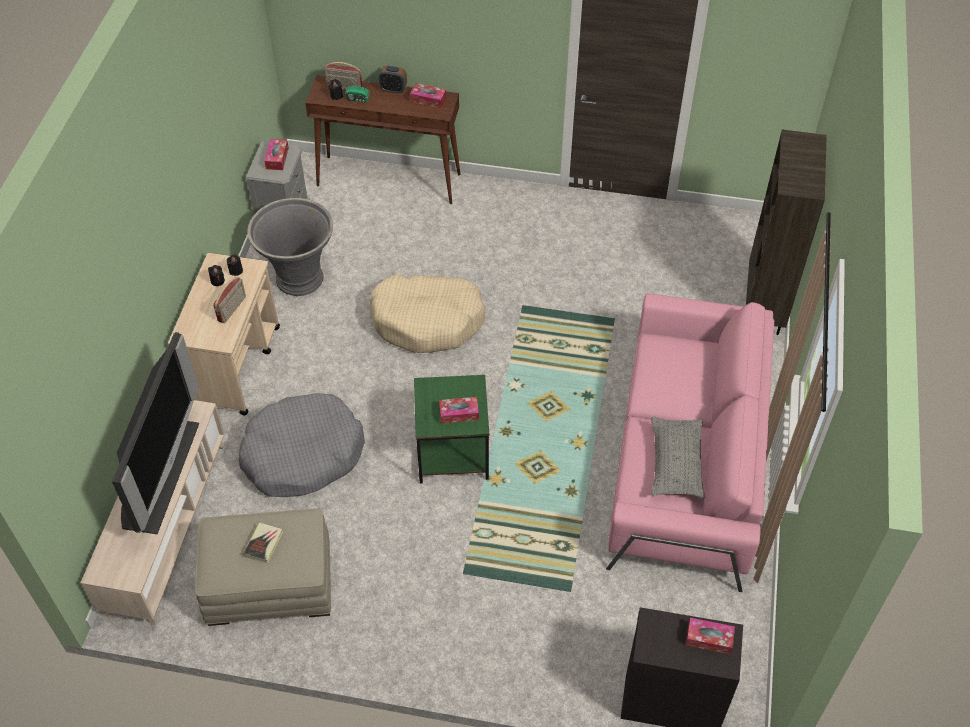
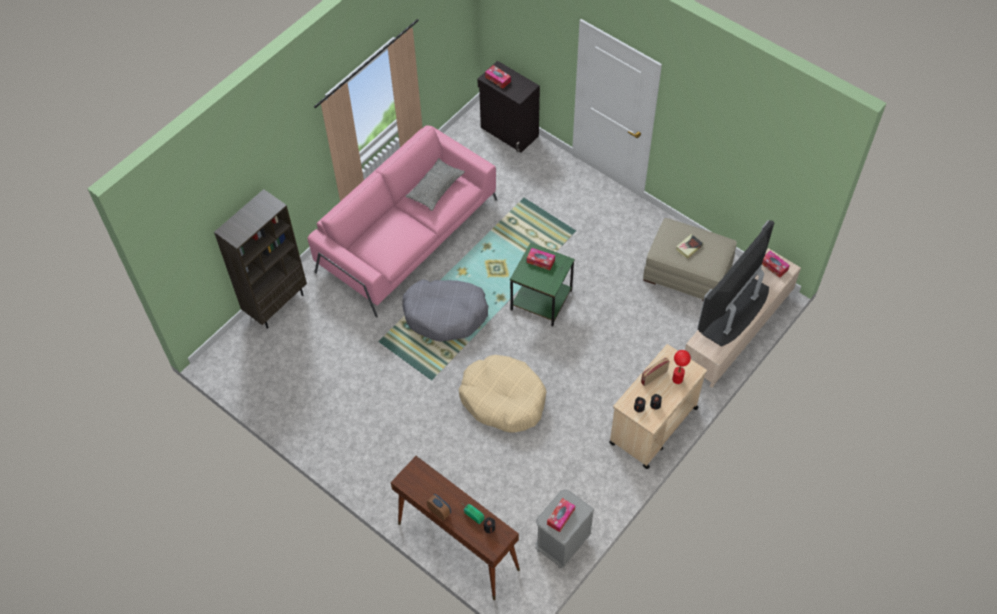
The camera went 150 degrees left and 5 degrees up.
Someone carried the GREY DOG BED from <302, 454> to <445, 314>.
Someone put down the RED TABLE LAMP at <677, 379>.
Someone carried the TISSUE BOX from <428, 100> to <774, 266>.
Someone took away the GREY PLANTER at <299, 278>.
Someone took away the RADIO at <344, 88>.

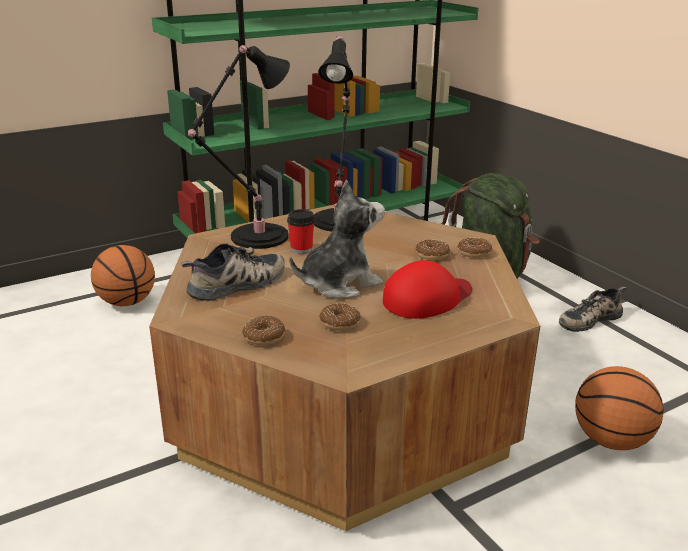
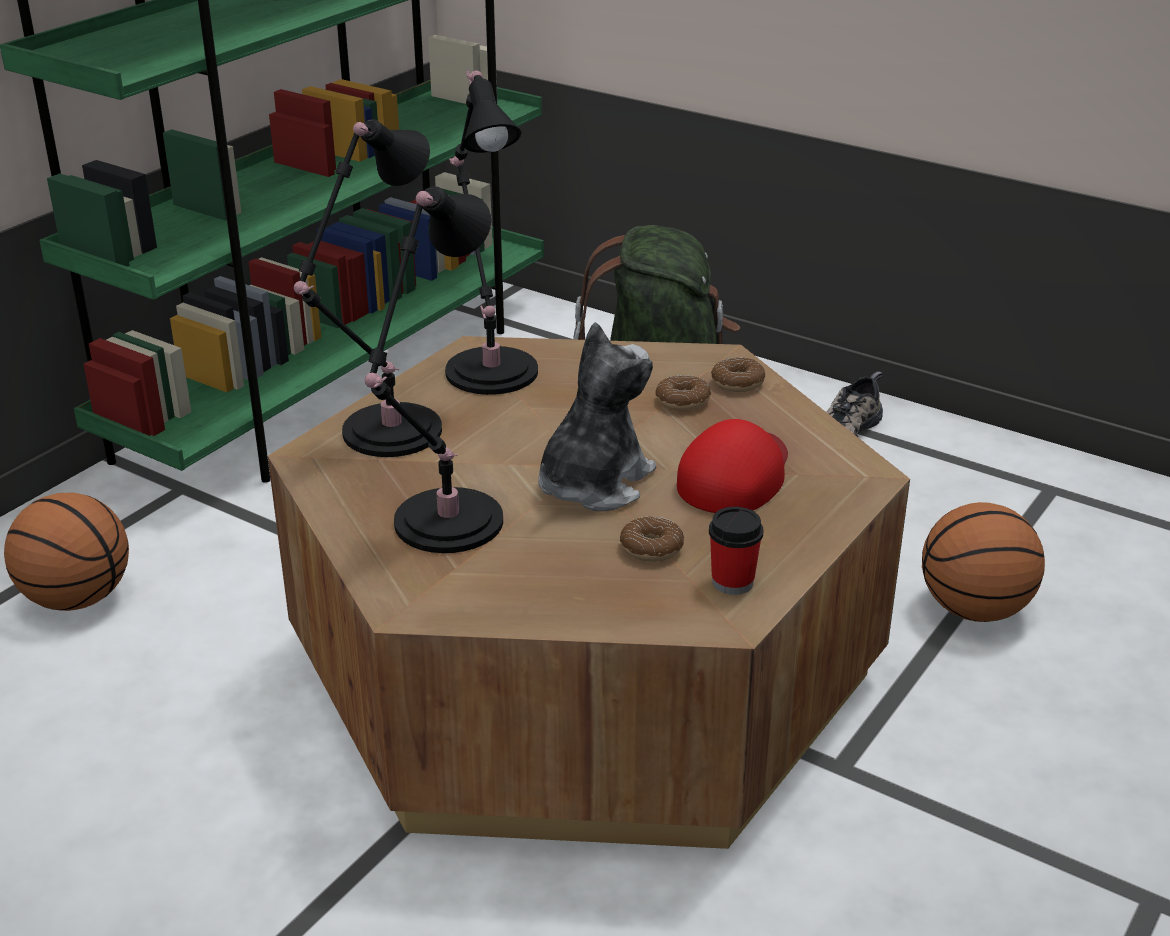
The camera went 25 degrees left and 5 degrees up.
Someone swapped the SHOE at <237, 285> for the BLACK TABLE LAMP at <443, 526>.
Someone carried the CUP from <301, 249> to <732, 582>.
Someone took away the DONUT at <264, 337>.

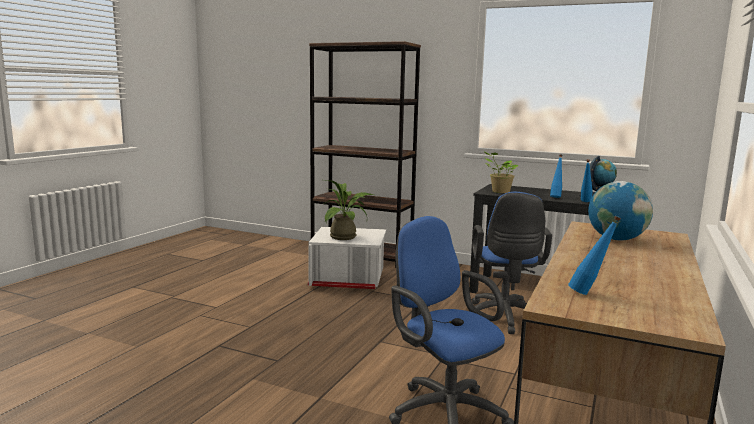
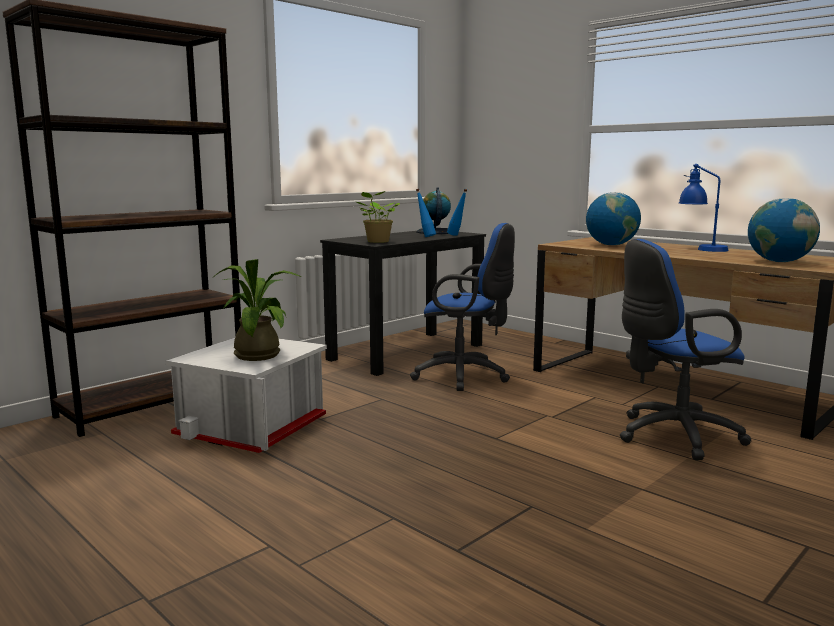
The camera went 70 degrees left and 0 degrees up.
Someone put down the BLUE TABLE LAMP at <700, 248>.
Someone swapped the BLUE BOTTLE at <589, 293> for the GLOBE at <779, 262>.

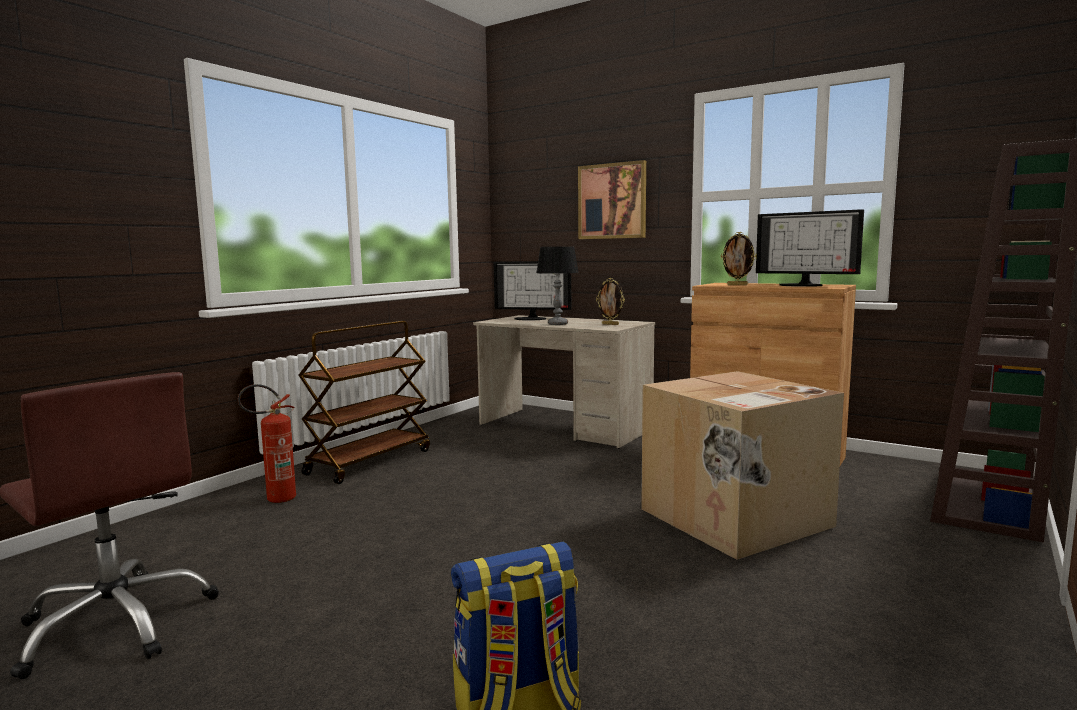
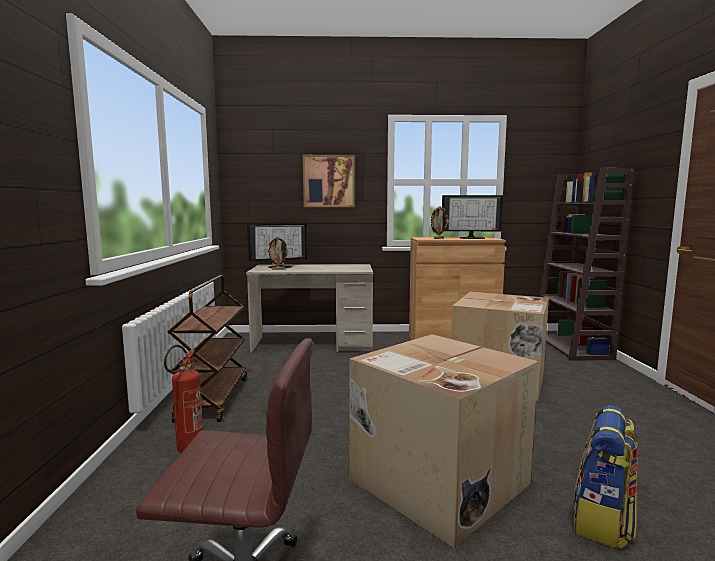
The camera went 35 degrees left and 0 degrees up.
Someone carried the PICTURE FRAME from <610, 324> to <278, 269>.
Someone put down the CARDBOARD BOX at <436, 481>.
Someone took away the TABLE LAMP at <558, 324>.

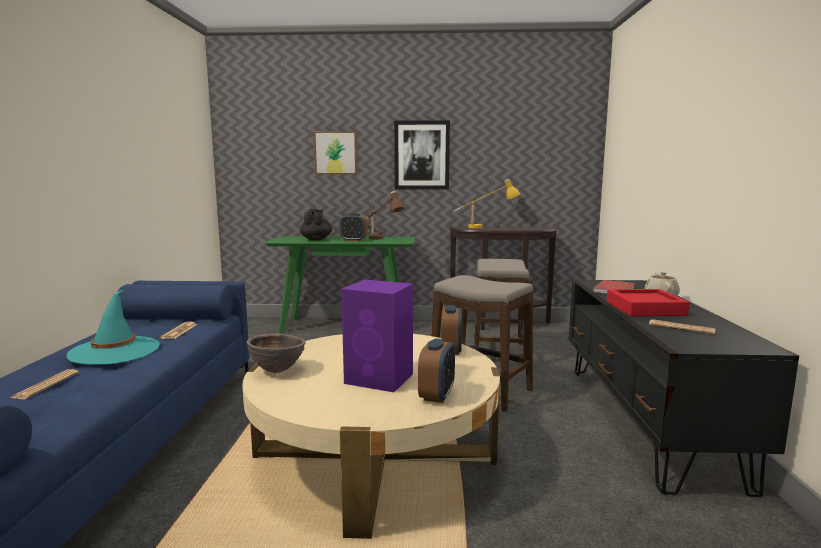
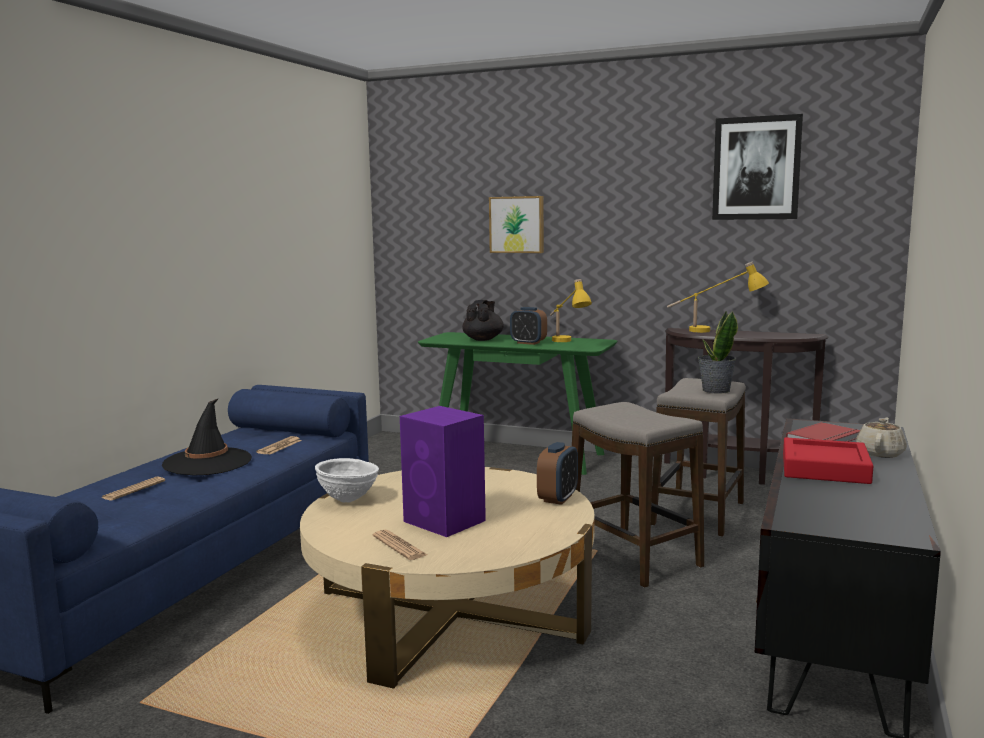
The camera went 20 degrees right and 0 degrees up.
Someone repainted the TURQUOISE HAT at <115, 351>, which became the BLACK HAT at <207, 462>.
Someone repainted the BROWN BOWL at <277, 371>, which became the WHITE BOWL at <348, 500>.
Someone carried the NEWSPAPER from <681, 328> to <399, 546>.
Someone repainted the BROWN TABLE LAMP at <382, 239>, which became the YELLOW TABLE LAMP at <567, 343>.
Someone put down the POTTED PLANT at <715, 390>.
Someone carried the PICTURE from <422, 155> to <756, 168>.
Someone took away the ALARM CLOCK at <437, 395>.

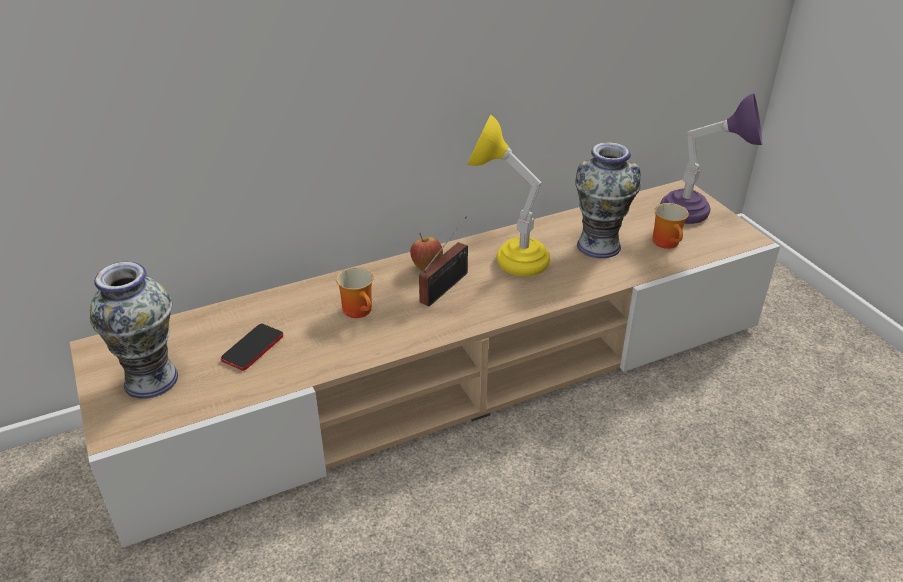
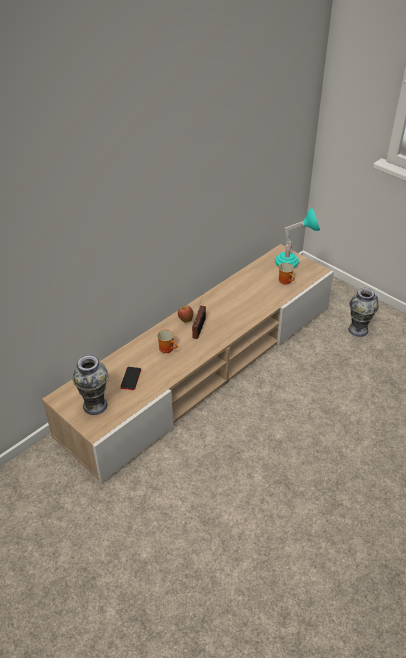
The camera went 20 degrees left and 5 degrees up.
Someone repainted the PURPLE TABLE LAMP at <698, 216>, which became the TURQUOISE TABLE LAMP at <294, 263>.
Someone carried the VASE from <599, 245> to <358, 329>.
Someone took away the YELLOW TABLE LAMP at <508, 257>.

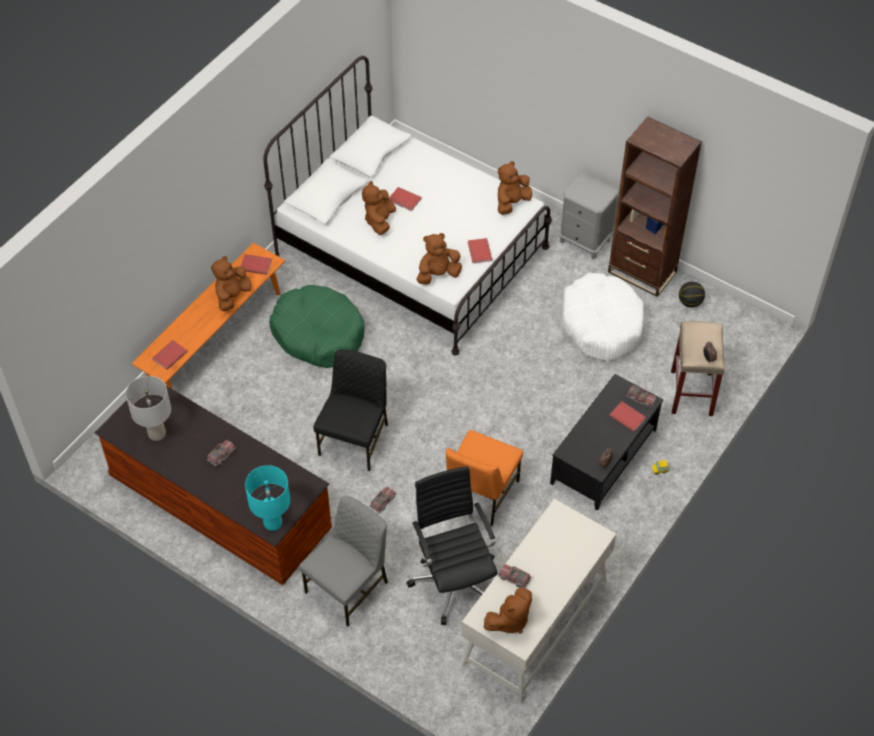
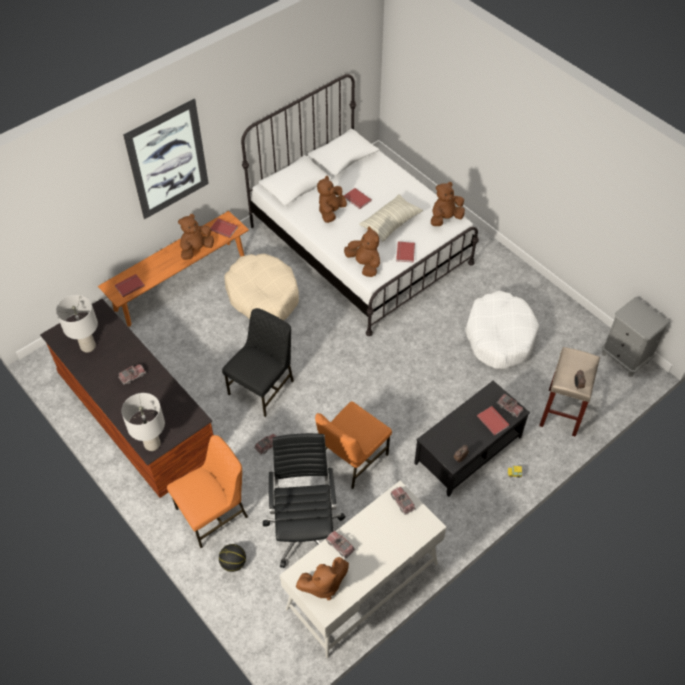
The camera went 15 degrees right and 0 degrees up.
Someone repainted the TURQUOISE TABLE LAMP at <272, 523>, which became the GREY TABLE LAMP at <152, 444>.
Someone put up the PICTURE at <168, 160>.
Someone repainted the GREY CHAIR at <348, 587>, which became the ORANGE CHAIR at <213, 513>.
Someone carried the BASKETBALL from <690, 302> to <233, 563>.
Someone repainted the GREEN DOG BED at <318, 334>, which became the BEIGE DOG BED at <263, 295>.
Someone rotated the BROWN PLUSH TOY at <438, 274> by 60 degrees clockwise.
Someone put down the PILLOW at <390, 223>.
Someone put down the TOY TRUCK at <402, 502>.
Someone carried the GREY NIGHTSTAND from <585, 240> to <625, 358>.
Someone took away the BROWN BOOKCASE at <642, 272>.

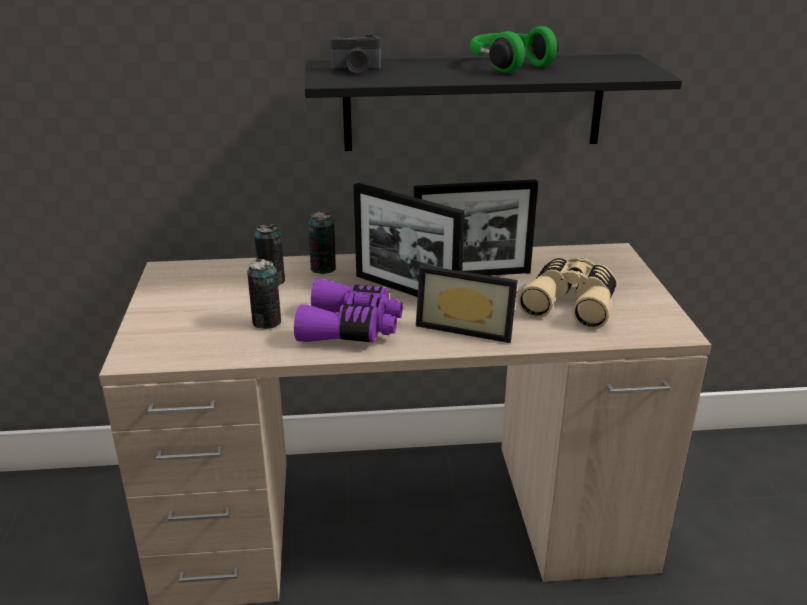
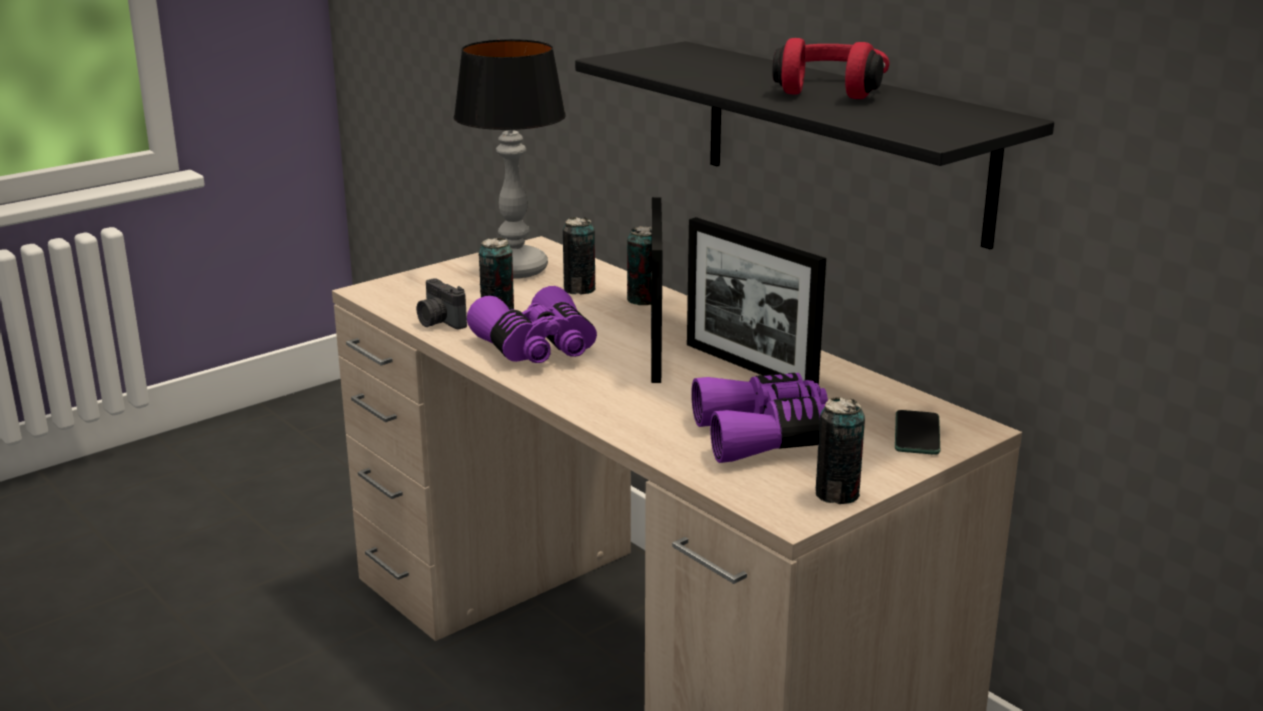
The camera went 55 degrees right and 5 degrees down.
Someone carried the PHOTO CAMERA from <356, 70> to <439, 322>.
Someone put down the TABLE LAMP at <514, 270>.
Someone repainted the BEIGE BINOCULARS at <571, 303>, which became the PURPLE BINOCULARS at <766, 436>.
Someone repainted the GREEN HEADPHONES at <508, 65>, which became the RED HEADPHONES at <831, 89>.
Someone put down the CAN at <837, 494>.
Someone put down the PHONE at <917, 434>.
Someone took away the PICTURE FRAME at <466, 326>.

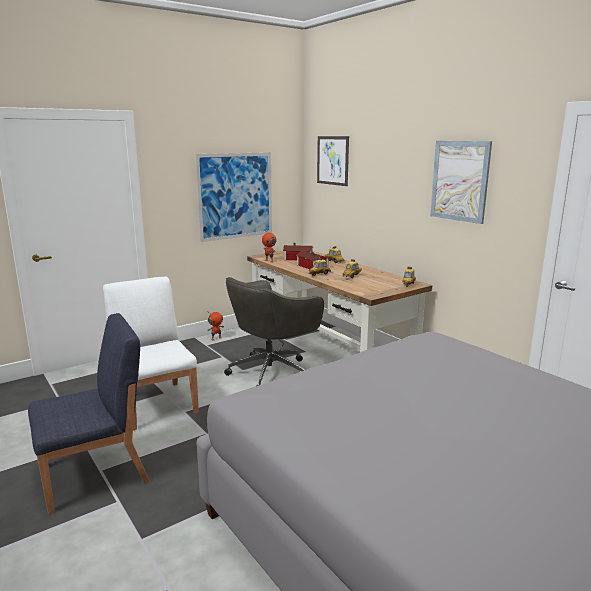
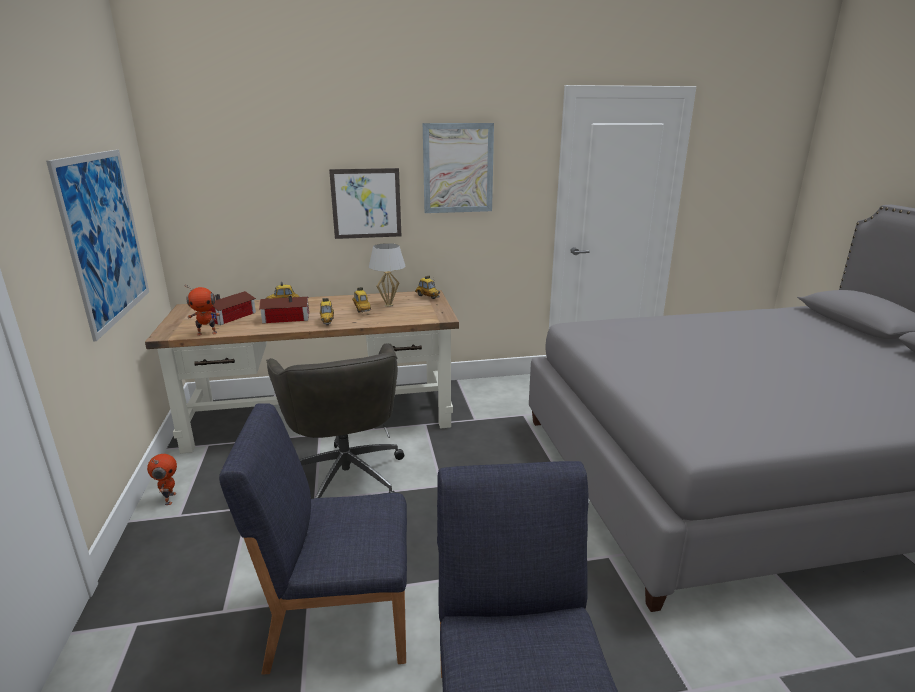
The camera went 65 degrees left and 5 degrees up.
Someone repainted the WHITE CHAIR at <156, 404>, which became the BLUE CHAIR at <338, 617>.
Someone carried the PICTURE from <332, 160> to <366, 203>.
Someone put down the WHITE TABLE LAMP at <389, 305>.

